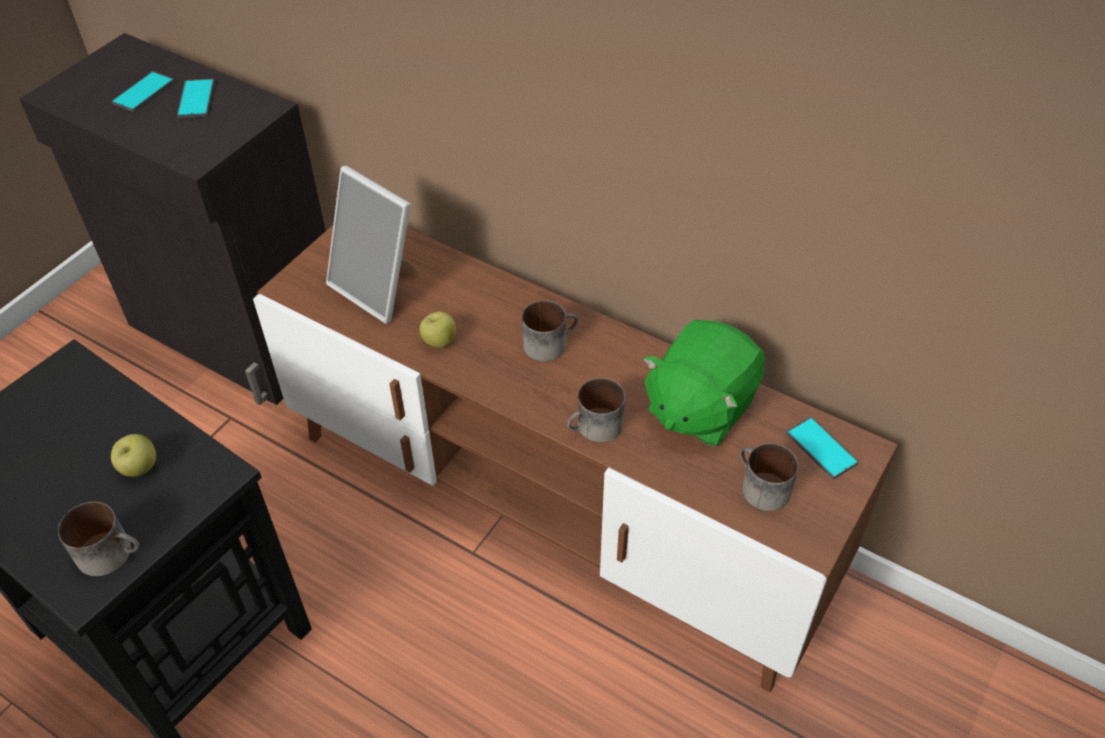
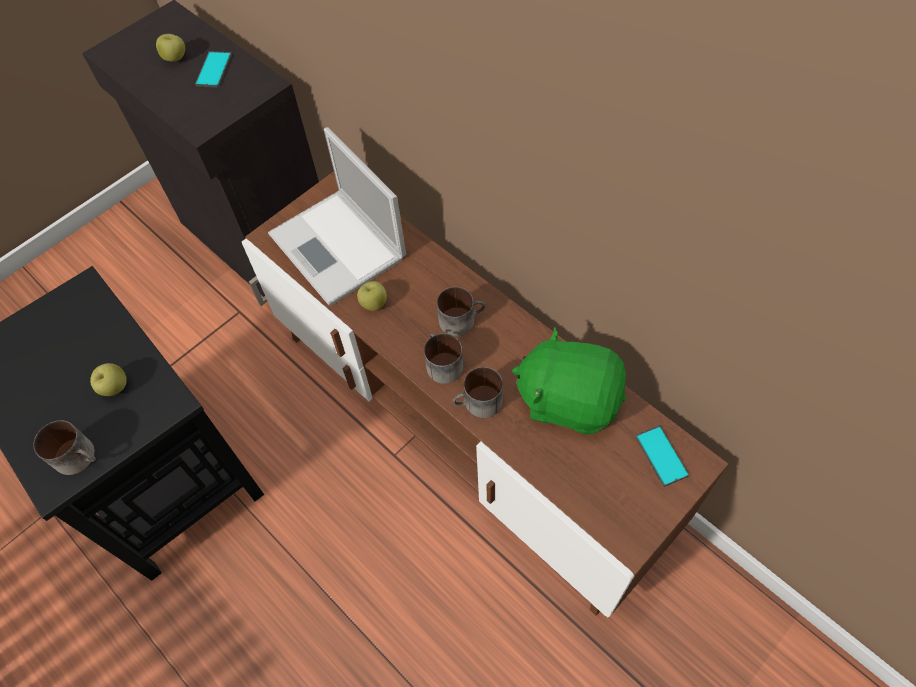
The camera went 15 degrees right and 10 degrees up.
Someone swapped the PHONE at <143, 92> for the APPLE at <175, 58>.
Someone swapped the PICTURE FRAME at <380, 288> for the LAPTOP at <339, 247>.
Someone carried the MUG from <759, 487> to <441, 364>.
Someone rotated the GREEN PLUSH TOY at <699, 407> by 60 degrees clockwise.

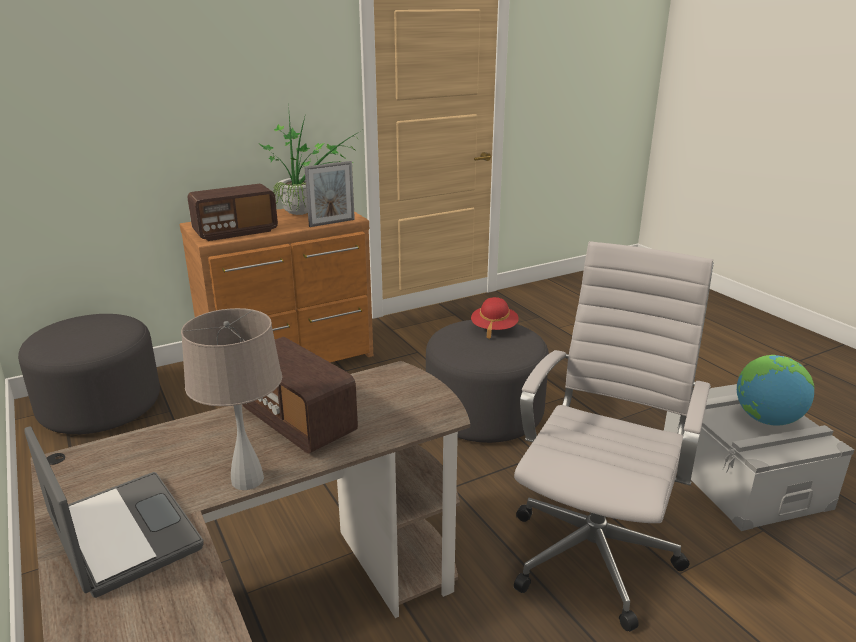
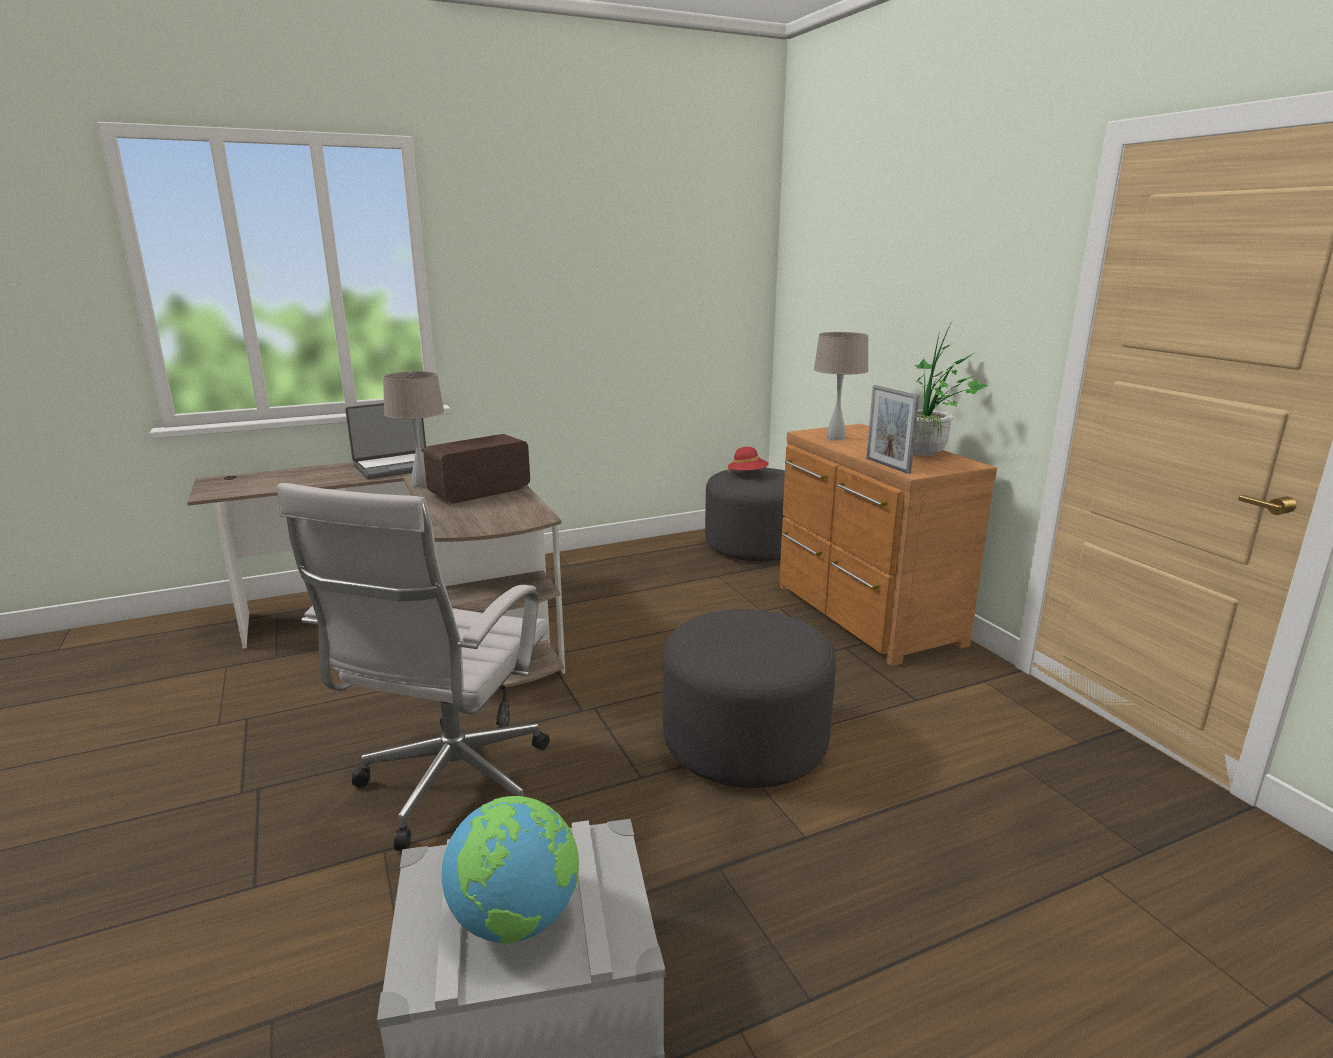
The camera went 95 degrees right and 5 degrees down.
Someone rotated the WHITE OFFICE CHAIR at <594, 552> by 75 degrees clockwise.
Someone carried the RED HAT from <494, 328> to <747, 475>.
Someone swapped the RADIO at <235, 232> for the BEIGE TABLE LAMP at <836, 438>.

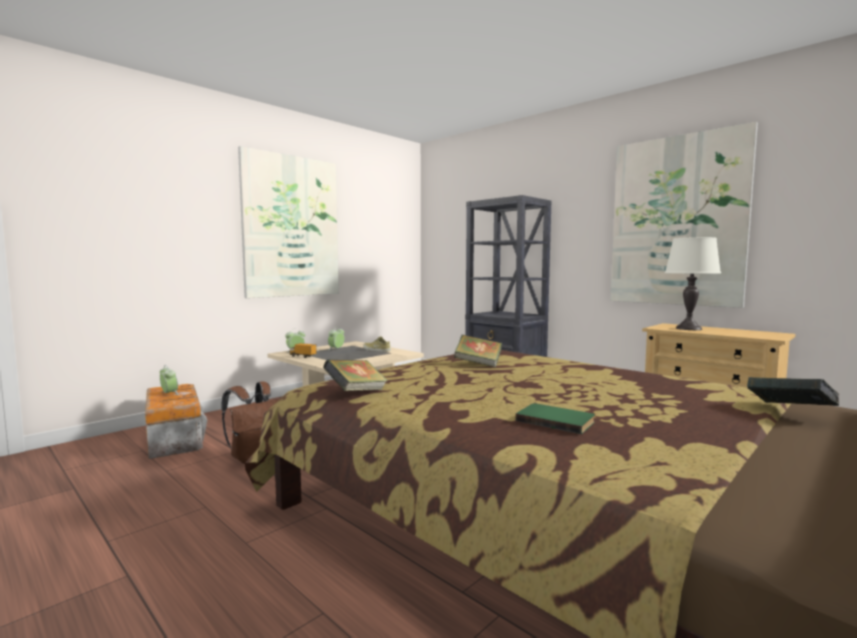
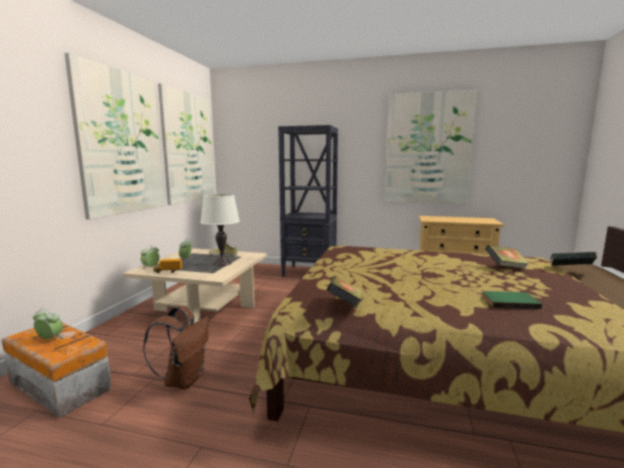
The camera went 30 degrees left and 5 degrees up.
Someone put up the PICTURE at <188, 148>.
Someone carried the WHITE TABLE LAMP from <688, 328> to <222, 263>.
Someone carried the BOOK from <478, 364> to <505, 267>.

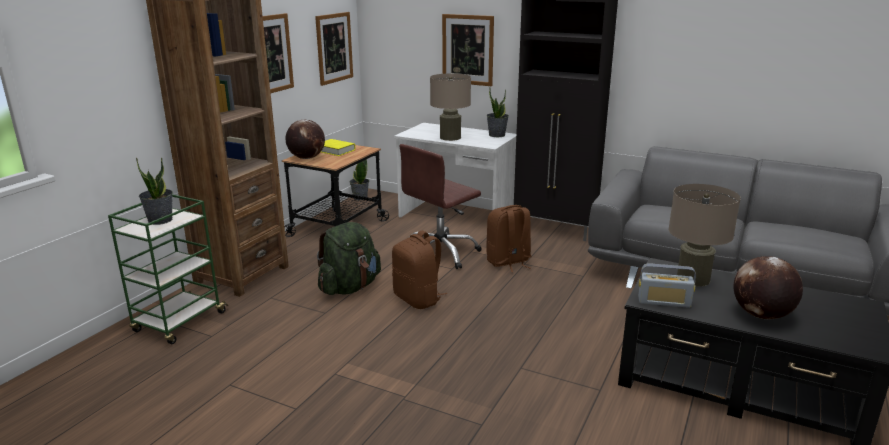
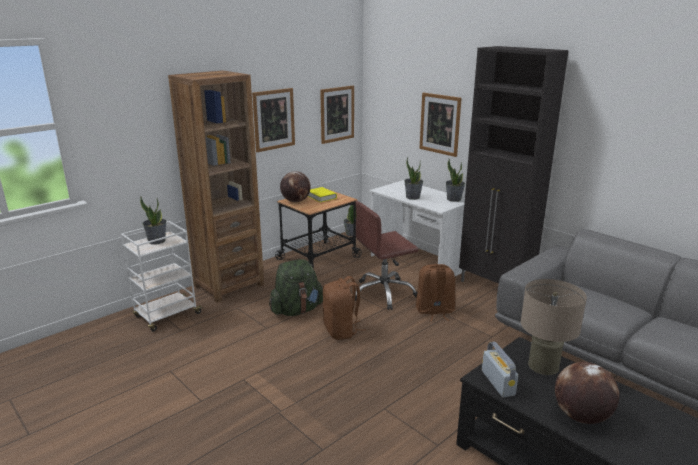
The camera went 20 degrees right and 0 degrees up.
Someone repainted the GREEN CART at <179, 323>, which became the WHITE CART at <167, 315>.
Someone swapped the BEIGE TABLE LAMP at <450, 137> for the POTTED PLANT at <412, 197>.
Someone rotated the RADIO at <664, 302> by 135 degrees counterclockwise.

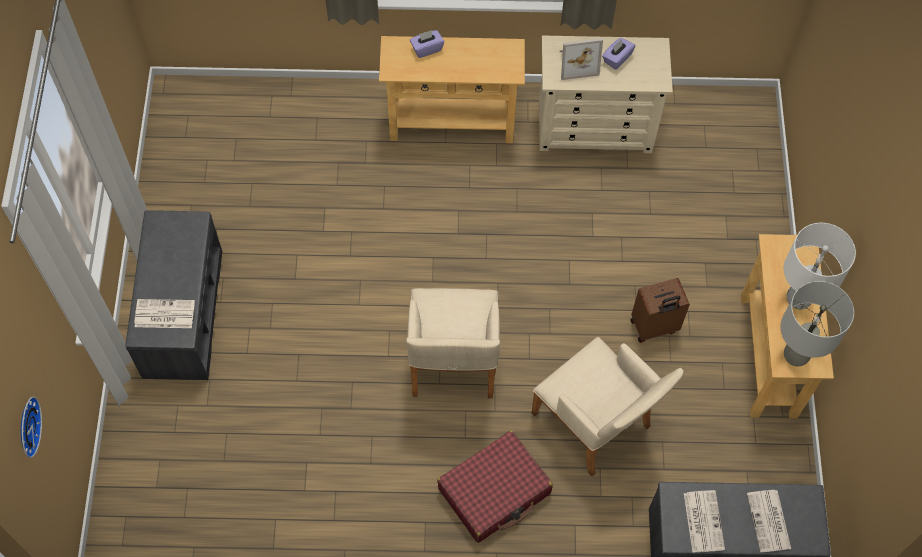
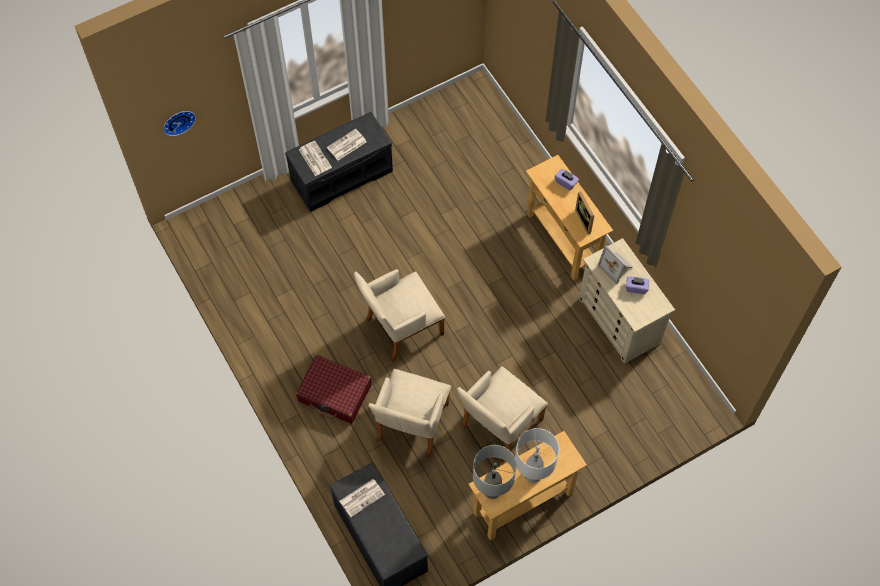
The camera went 60 degrees right and 0 degrees up.
Someone carried the NEWSPAPER from <769, 522> to <346, 145>.
Someone swapped the BROWN SUITCASE at <654, 327> for the BEIGE ARMCHAIR at <498, 427>.
Someone put down the PICTURE FRAME at <586, 220>.

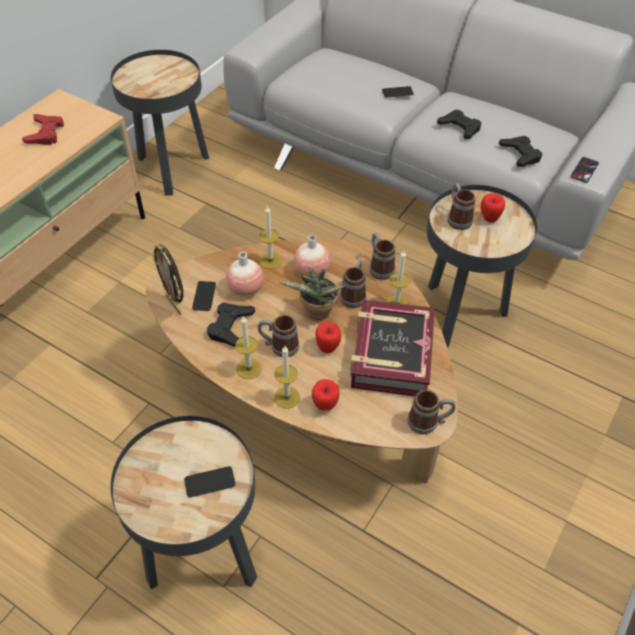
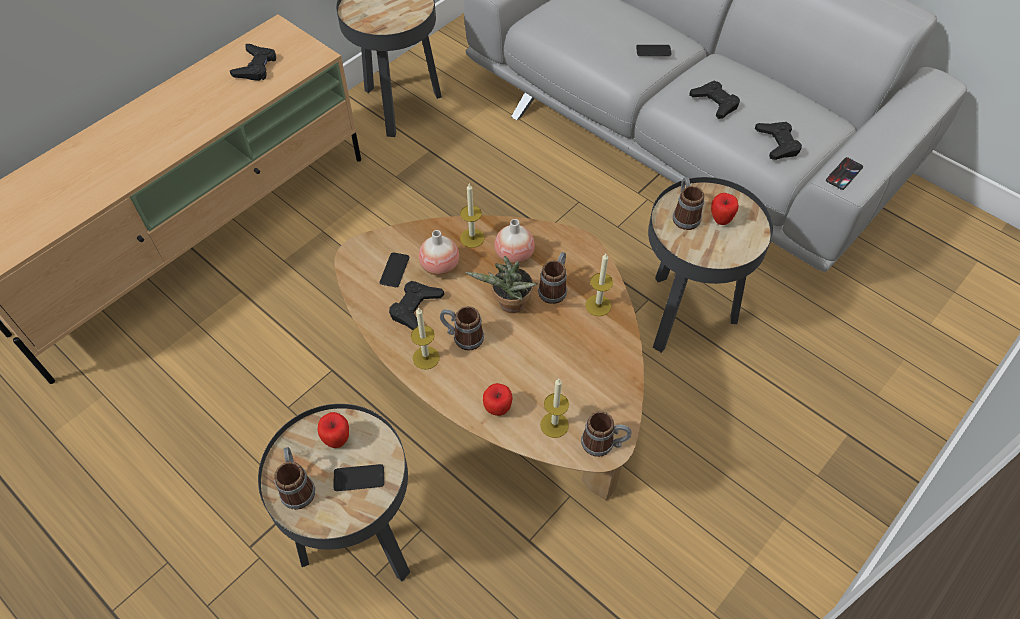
The camera went 10 degrees right and 5 degrees up.
Someone repainted the RED GAME CONTROLLER at <45, 133>, which became the BLACK GAME CONTROLLER at <256, 67>.
Someone carried the MUG from <379, 267> to <297, 486>.
Someone carried the APPLE from <327, 348> to <337, 440>.
Someone carried the CANDLE from <287, 397> to <554, 425>.
Someone took away the PICTURE FRAME at <175, 305>.
Someone took away the BOOK at <391, 354>.

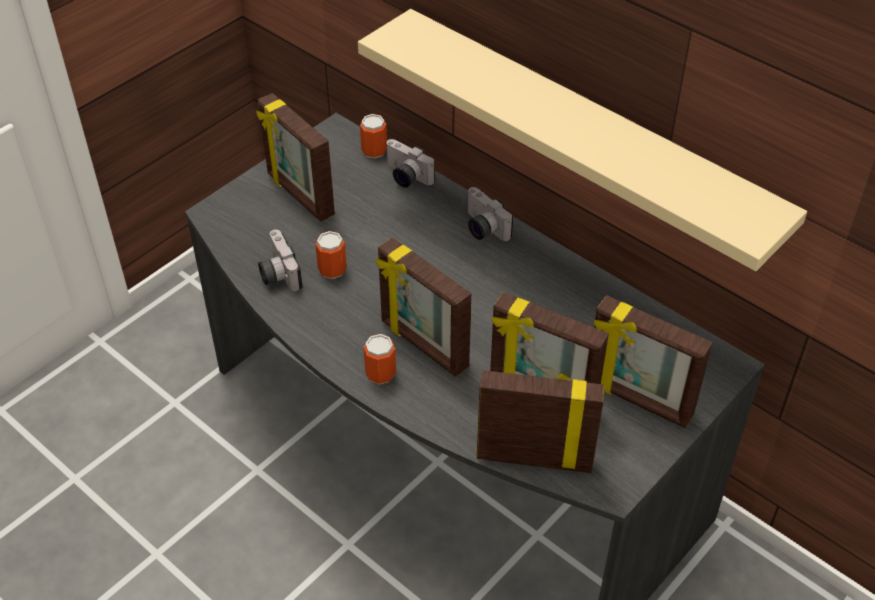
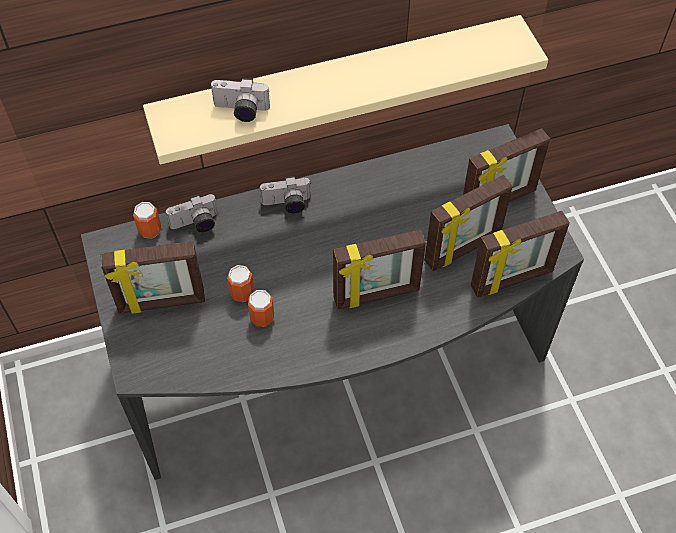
The camera went 60 degrees left and 10 degrees up.
Someone carried the PHOTO CAMERA from <277, 273> to <240, 111>.
Someone carried the CAN from <380, 374> to <242, 293>.
Someone rotated the PICTURE FRAME at <534, 457> by 150 degrees counterclockwise.

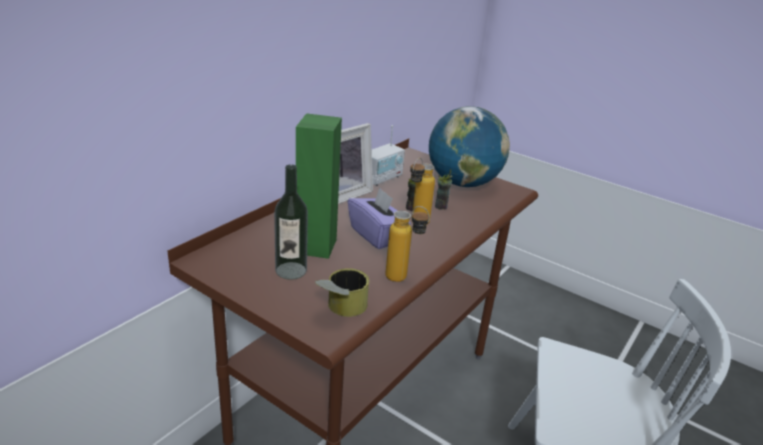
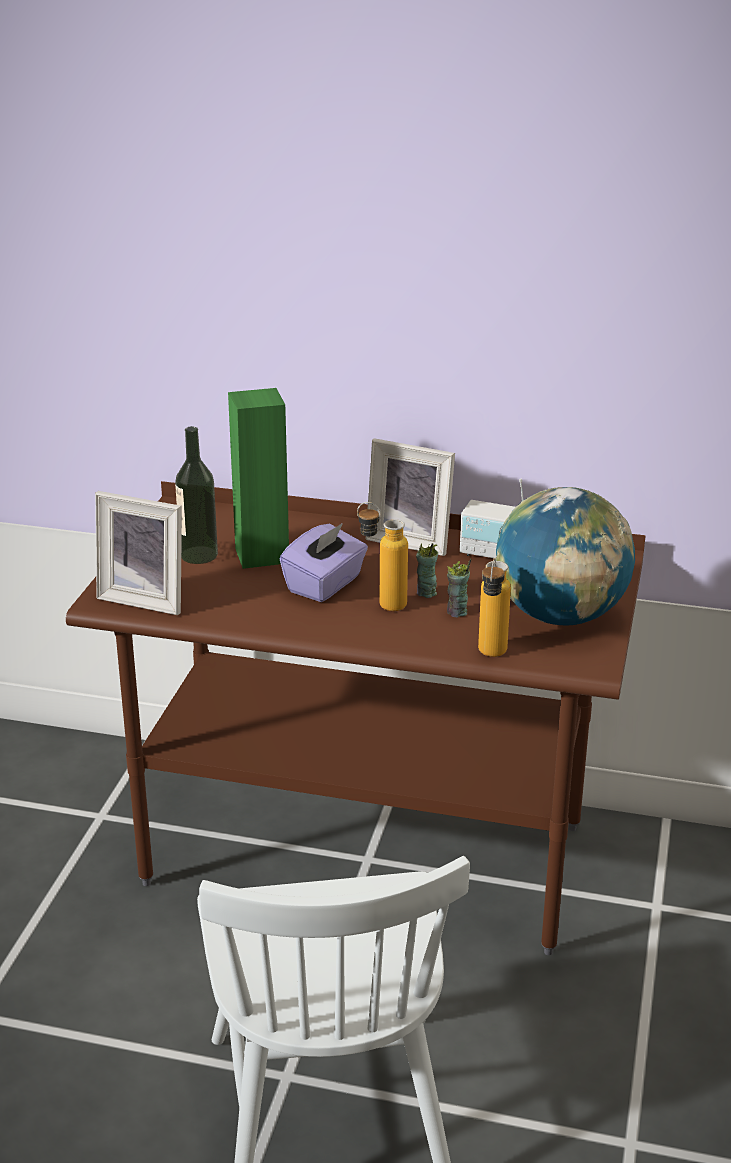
The camera went 70 degrees right and 0 degrees up.
Someone swapped the CAN at <340, 310> for the PICTURE FRAME at <146, 598>.
Someone carried the BOTTLE from <403, 280> to <490, 657>.

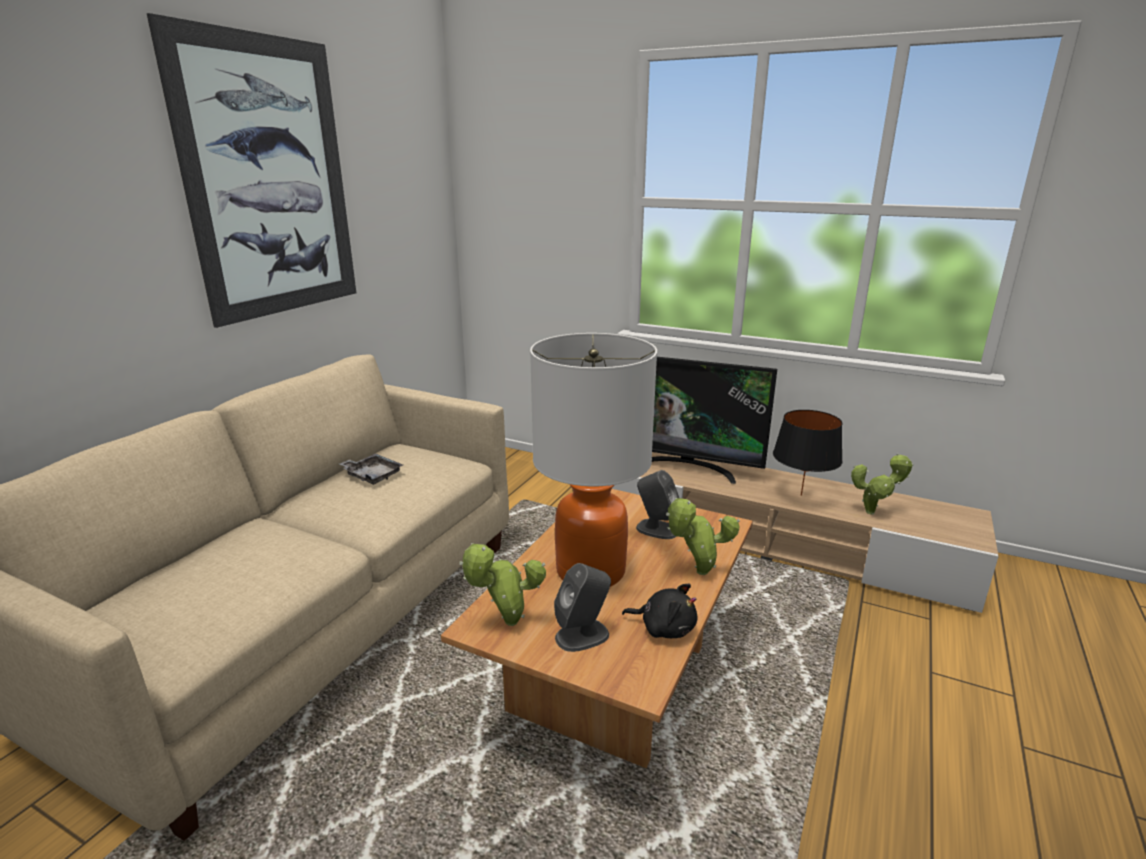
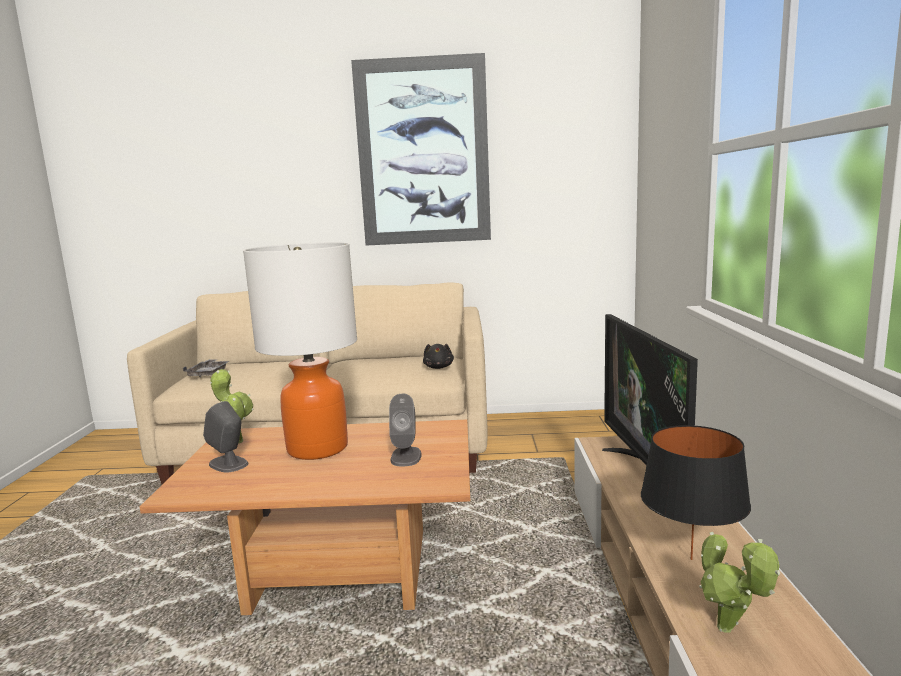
The camera went 65 degrees right and 10 degrees down.
Someone carried the GREY TRAY from <372, 475> to <208, 373>.
Someone carried the BLACK PLUSH TOY from <664, 628> to <438, 367>.
Someone took away the POTTED PLANT at <697, 572>.

